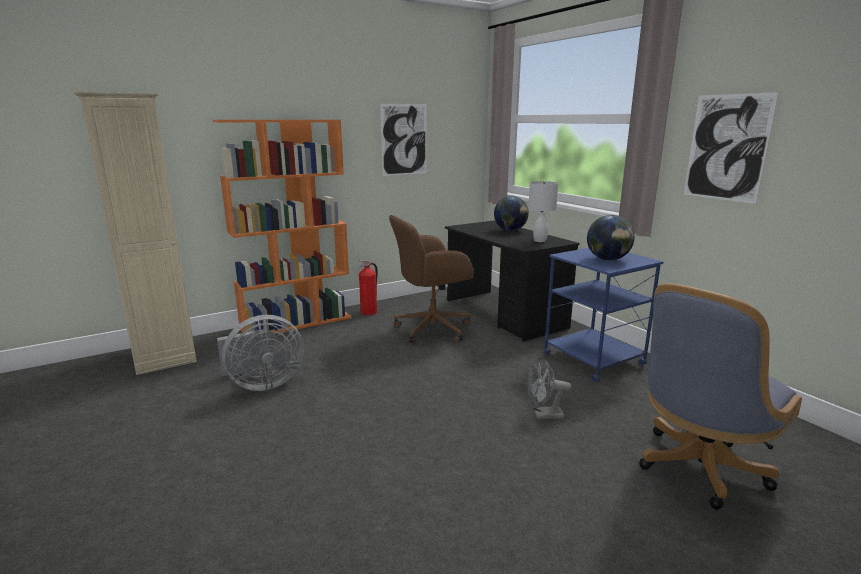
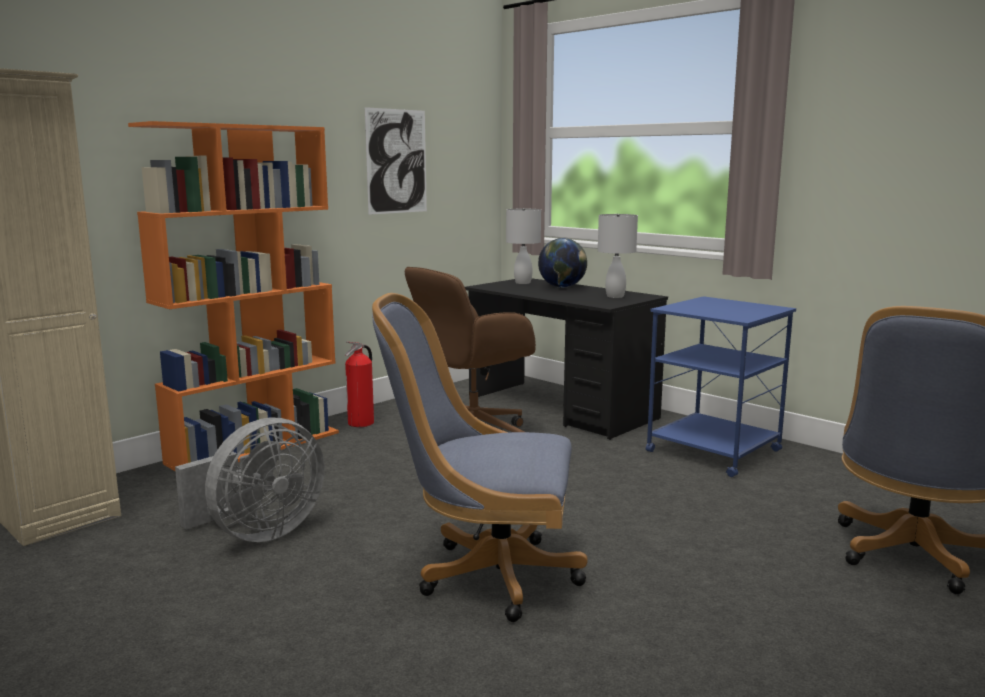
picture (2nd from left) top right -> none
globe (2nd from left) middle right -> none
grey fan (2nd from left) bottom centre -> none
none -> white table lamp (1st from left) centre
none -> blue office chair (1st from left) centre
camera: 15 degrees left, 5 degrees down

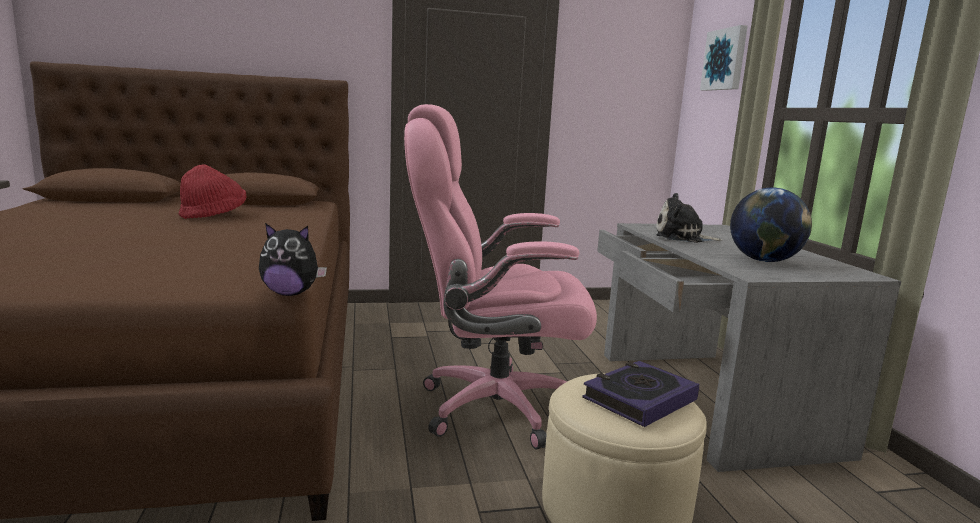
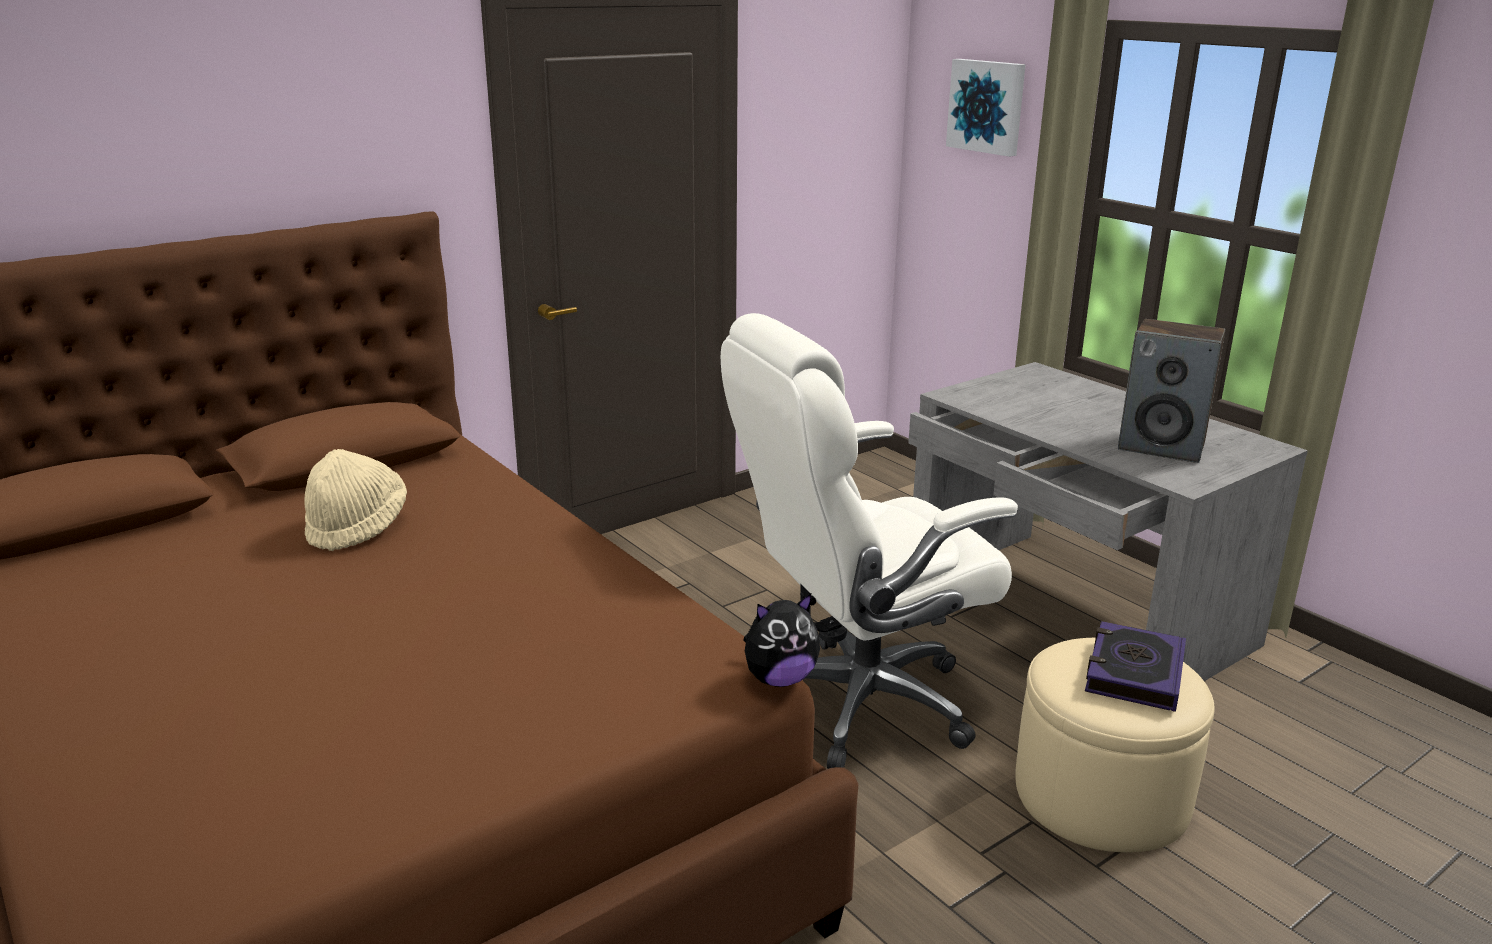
pink office chair centre -> white office chair centre
red hat middle left -> beige hat middle left
globe middle right -> speaker middle right
plush toy (2nd from left) middle right -> none
camera: 25 degrees left, 10 degrees up

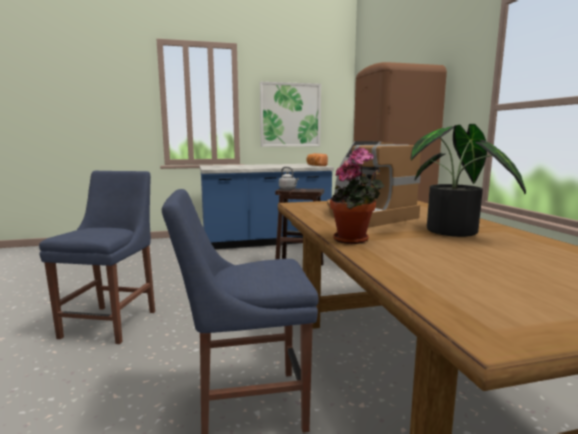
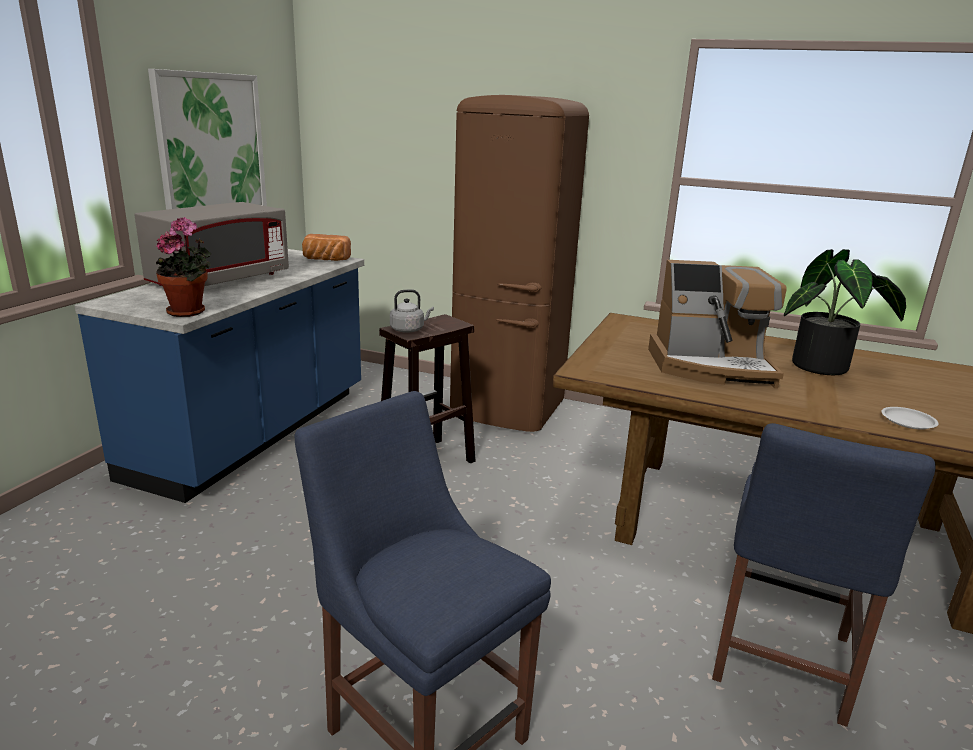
potted plant (1st from left) centre -> potted plant (1st from left) middle left, moved
none -> grey microwave top left
none -> white plate middle right
camera: 55 degrees left, 10 degrees up

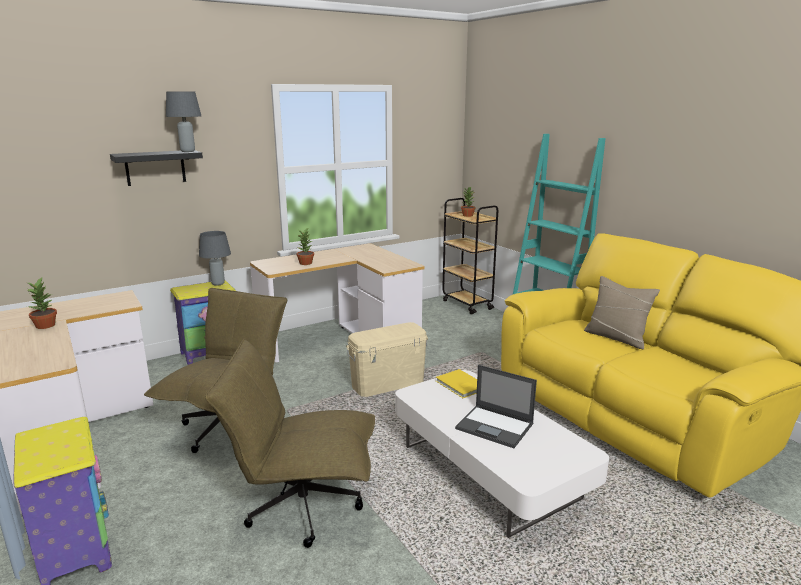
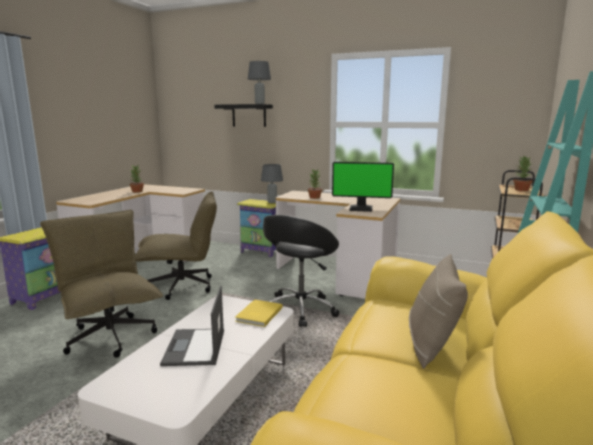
beige storage box centre -> black office chair centre
none -> monitor centre
camera: 55 degrees right, 5 degrees down

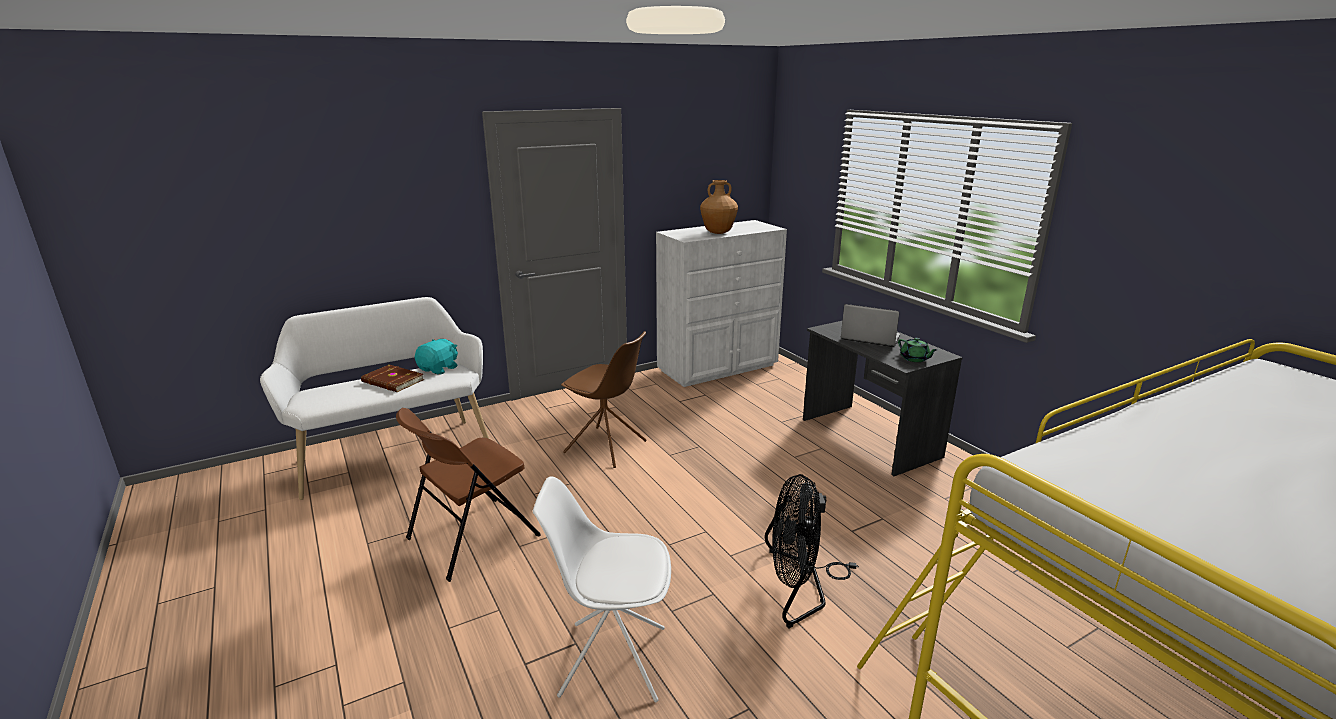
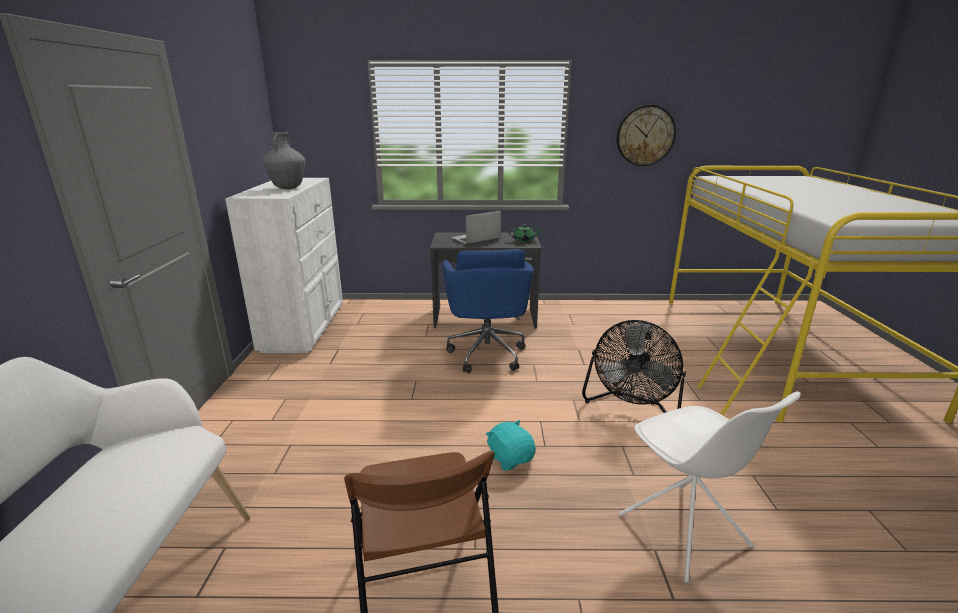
brown vase top centre -> grey vase top left
brown chair (2nd from left) centre -> none
turquoise plush toy middle left -> turquoise plush toy bottom centre, moved
brown book middle left -> none
white chair bottom centre -> white chair bottom right, 60 degrees counterclockwise
none -> wall clock top right
none -> blue office chair centre
camera: 60 degrees left, 0 degrees up

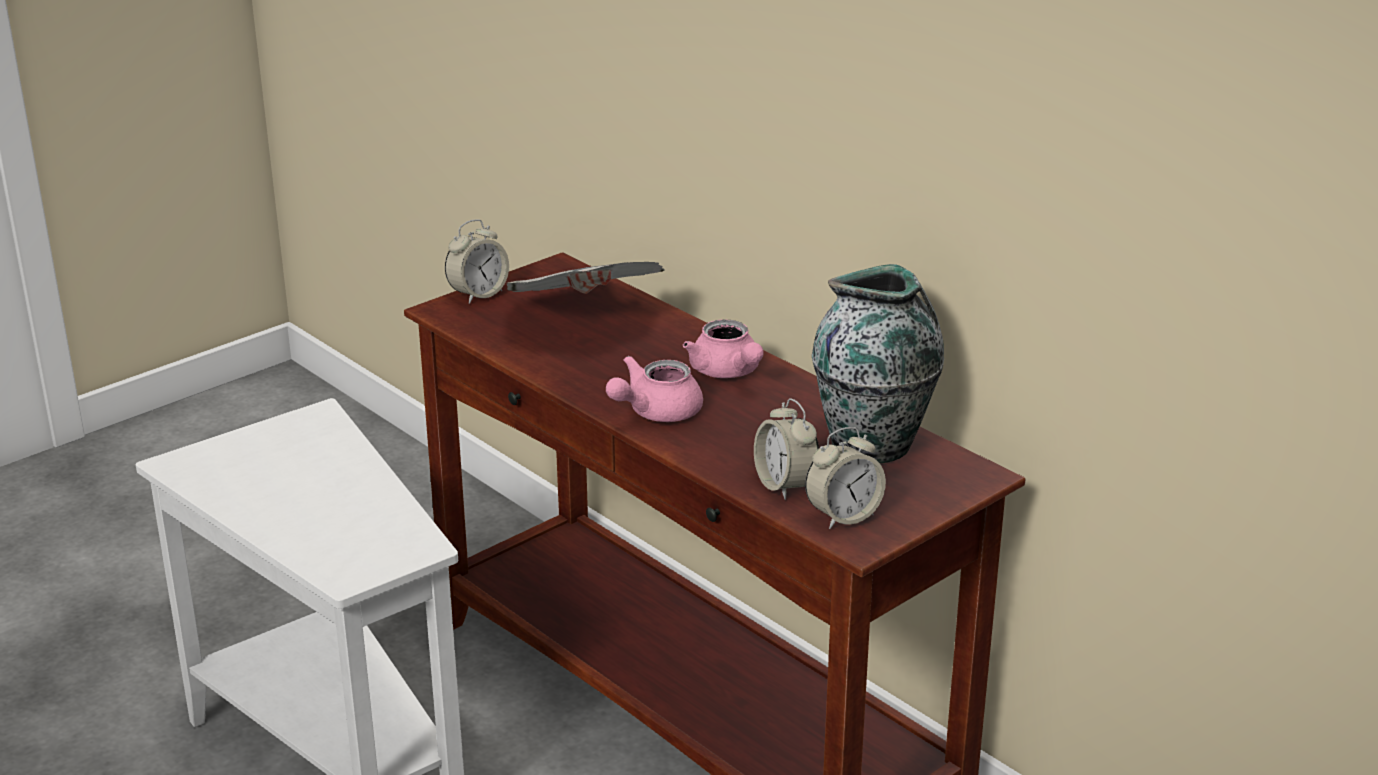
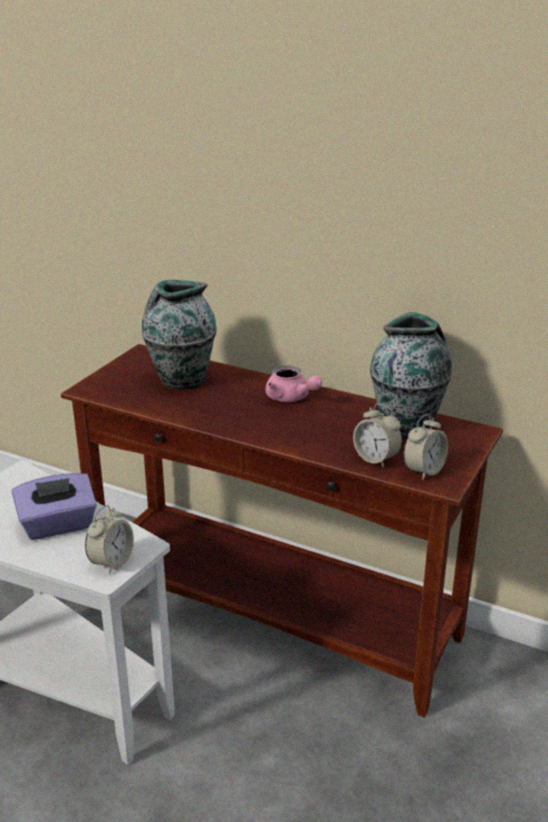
alarm clock (1st from left) centre -> alarm clock (1st from left) middle left, moved
newspaper centre -> vase (1st from left) middle left
pink teapot (1st from left) centre -> none
none -> purple tissue box middle left
camera: 20 degrees left, 0 degrees up

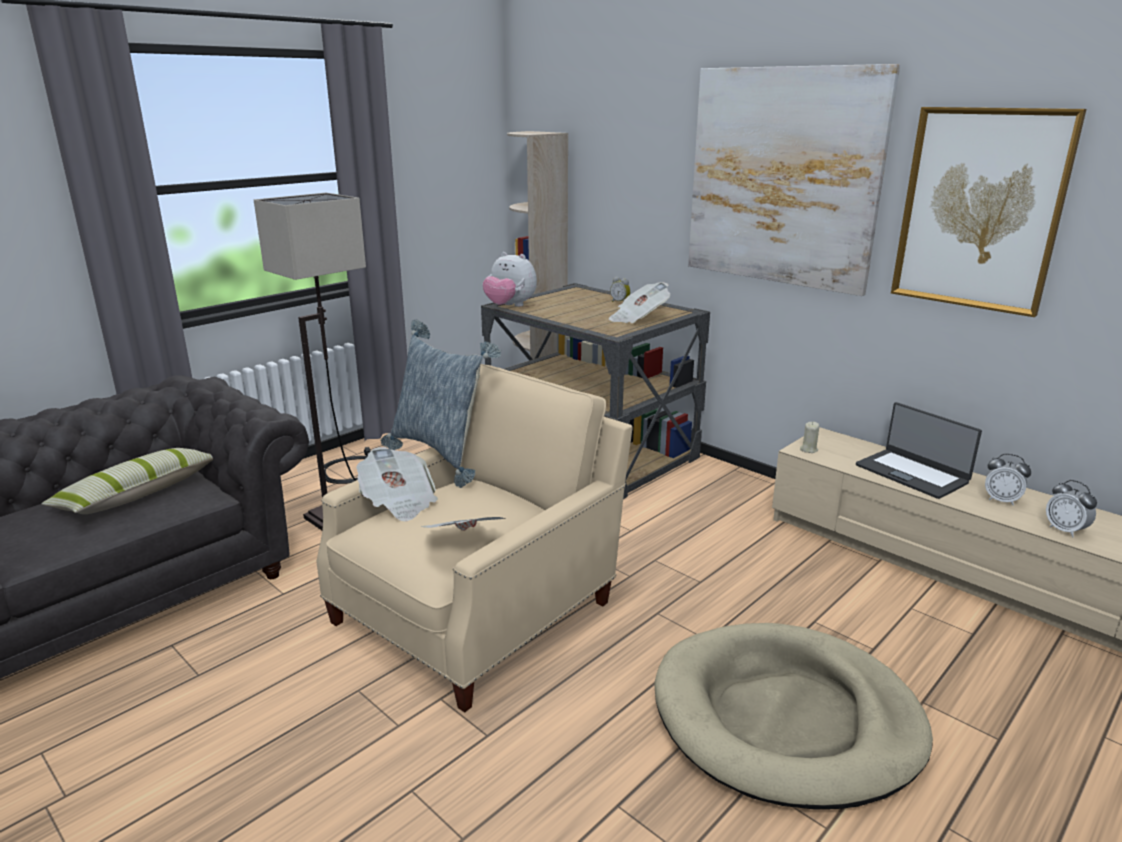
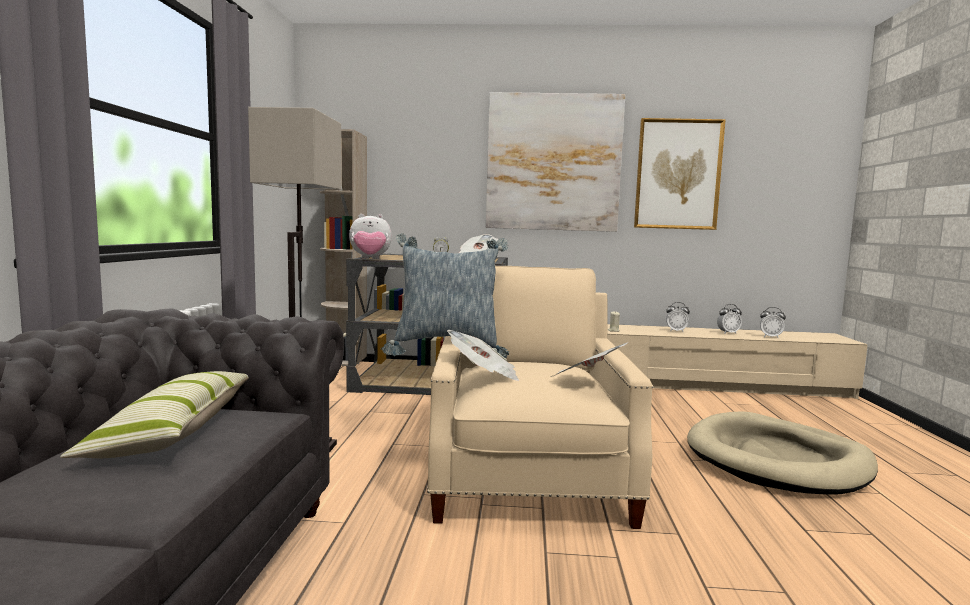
laptop middle right -> alarm clock (2nd from left) middle right
camera: 40 degrees left, 15 degrees down

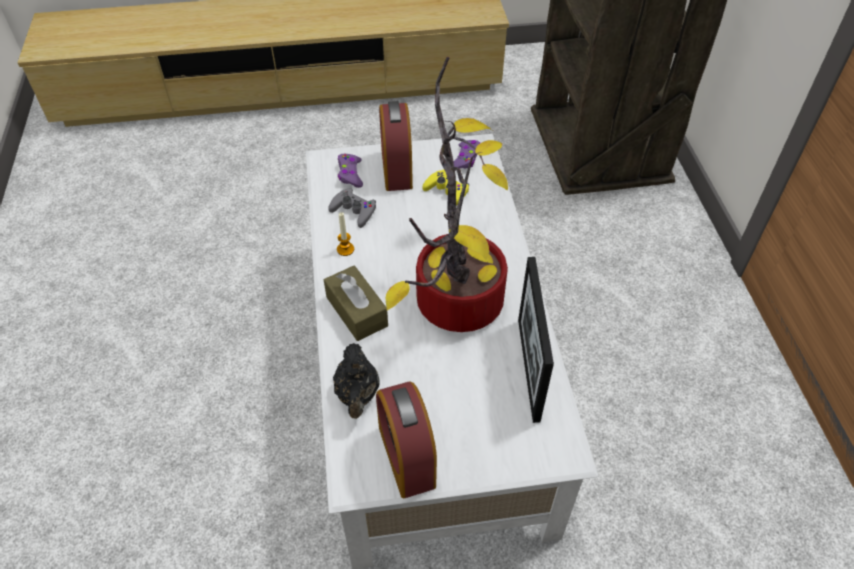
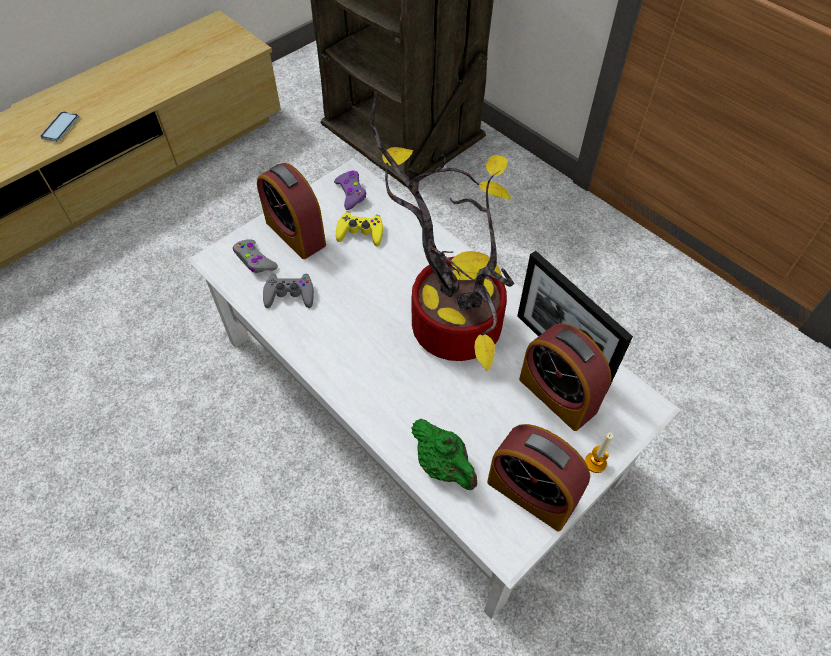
purple game controller (1st from left) top centre -> grey game controller (1st from left) middle left
candle centre -> candle bottom right, moved
brown tissue box centre -> none
black teapot bottom centre -> green teapot bottom centre
none -> phone top left
none -> alarm clock (3rd from left) middle right
camera: 35 degrees left, 5 degrees up

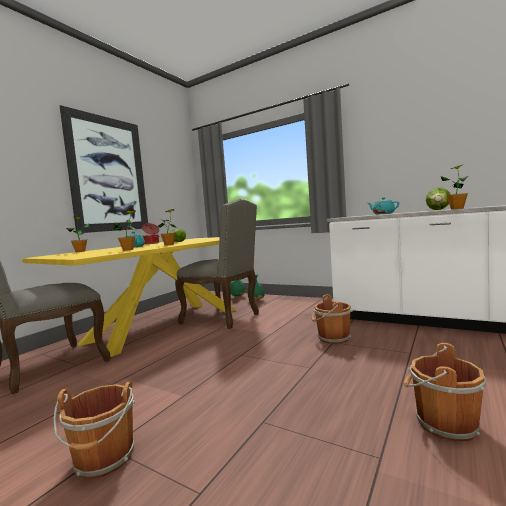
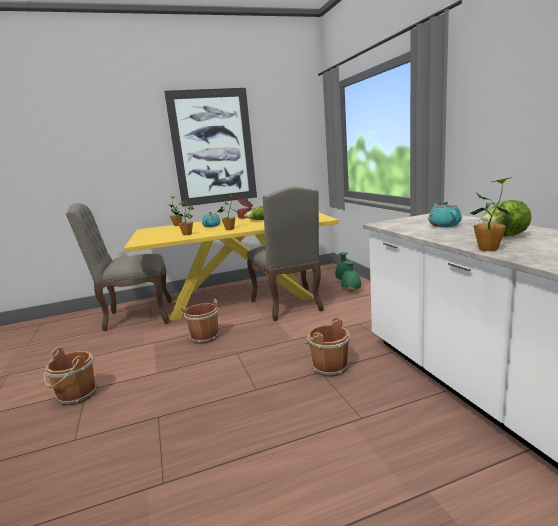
brown bucket (3rd from left in the first image) bottom right -> brown bucket (2nd from left) centre, moved
camera: 40 degrees right, 10 degrees up

